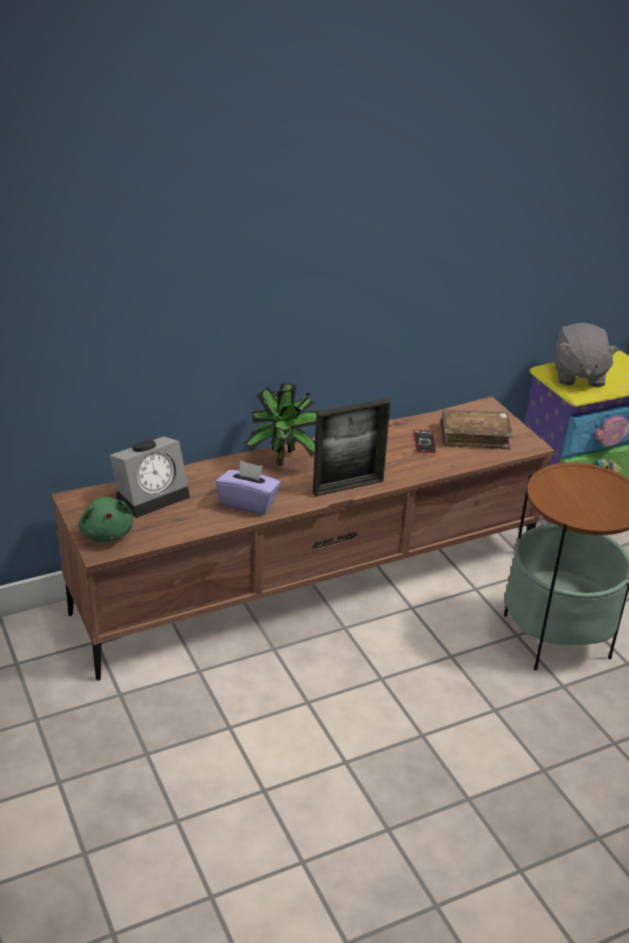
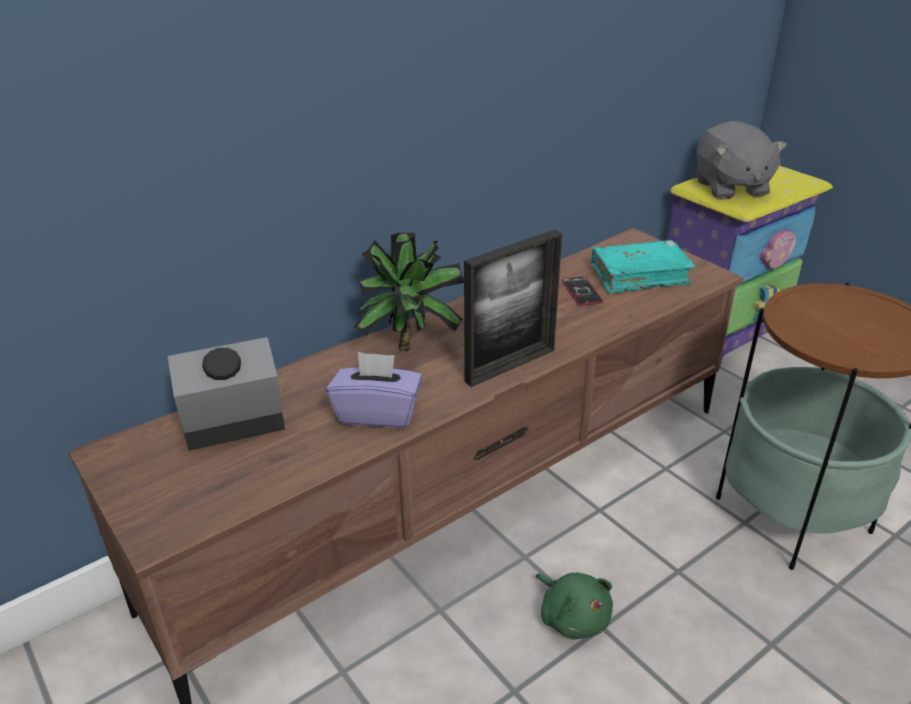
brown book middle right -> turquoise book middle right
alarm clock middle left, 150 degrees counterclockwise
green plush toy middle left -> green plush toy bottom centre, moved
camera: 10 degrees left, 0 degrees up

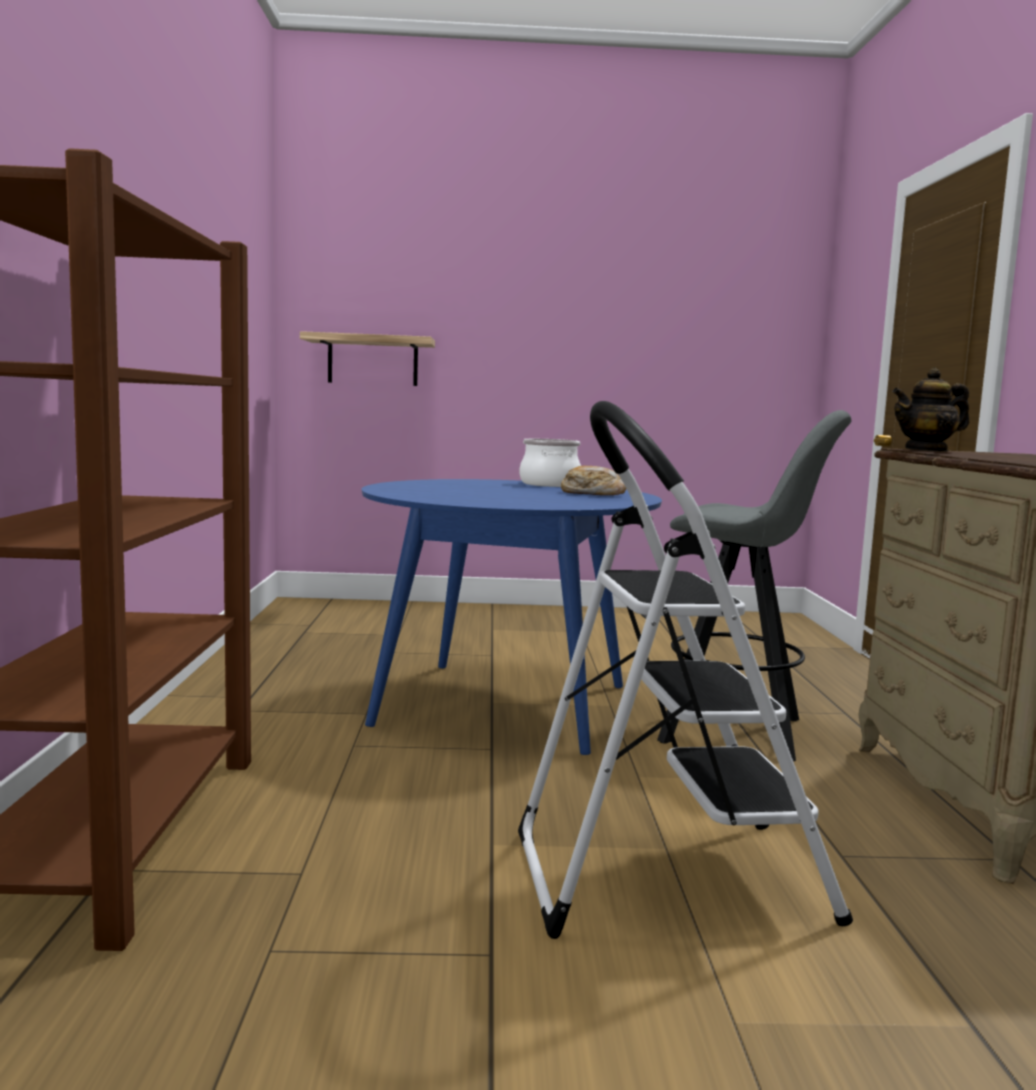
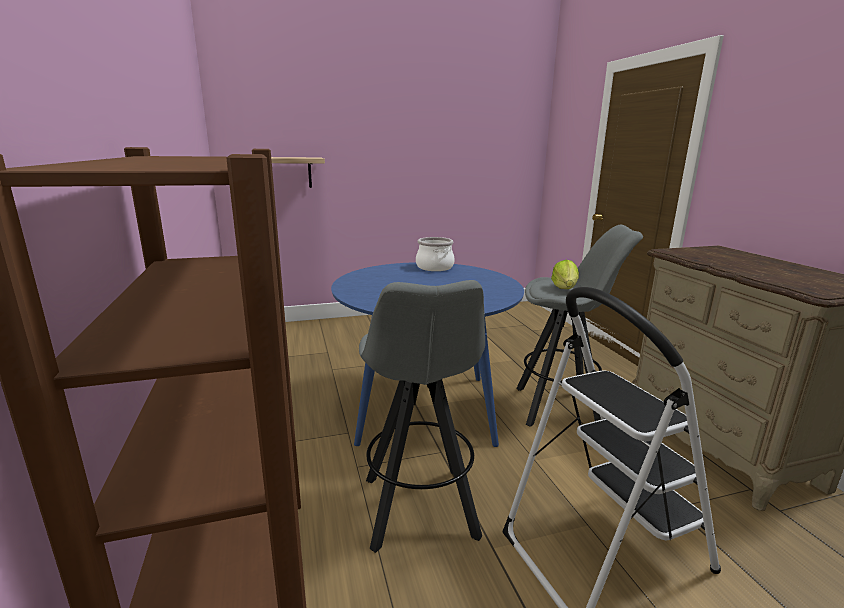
teapot middle right -> none
bread centre -> none
none -> lettuce middle right
none -> grey stool (1st from left) bottom centre
camera: 15 degrees left, 10 degrees up

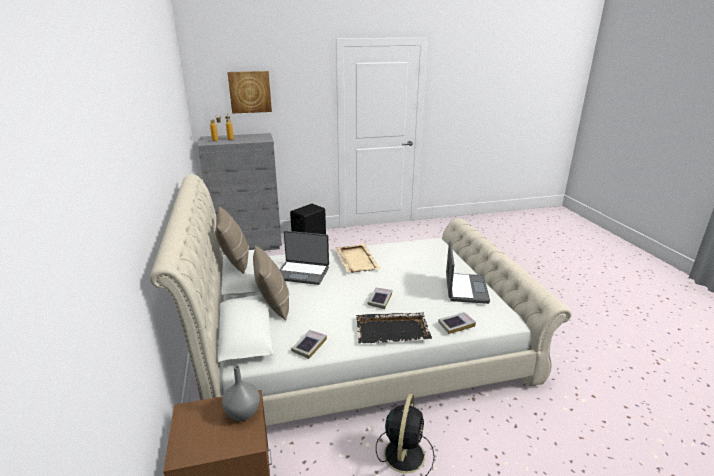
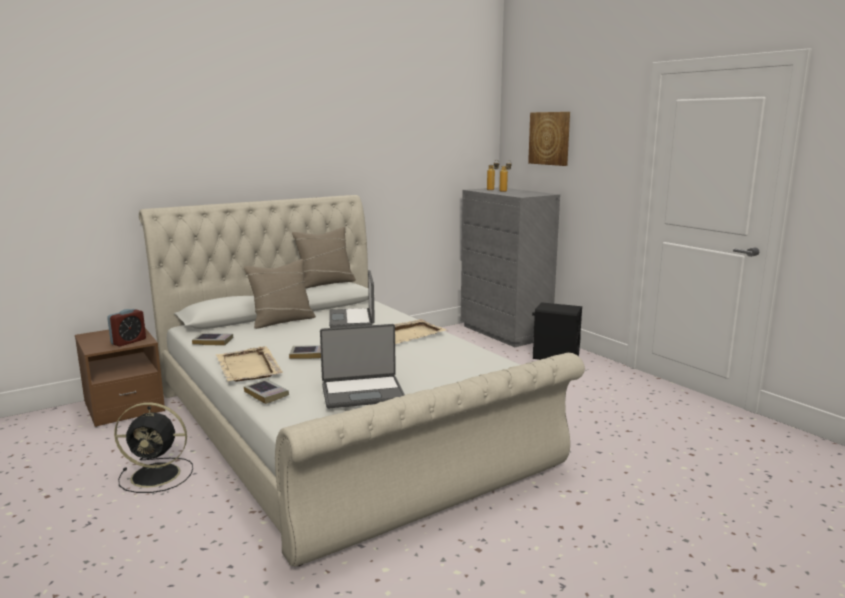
black tray bottom centre -> beige tray (1st from left) middle left
grey vase bottom centre -> alarm clock middle left
camera: 70 degrees right, 10 degrees down

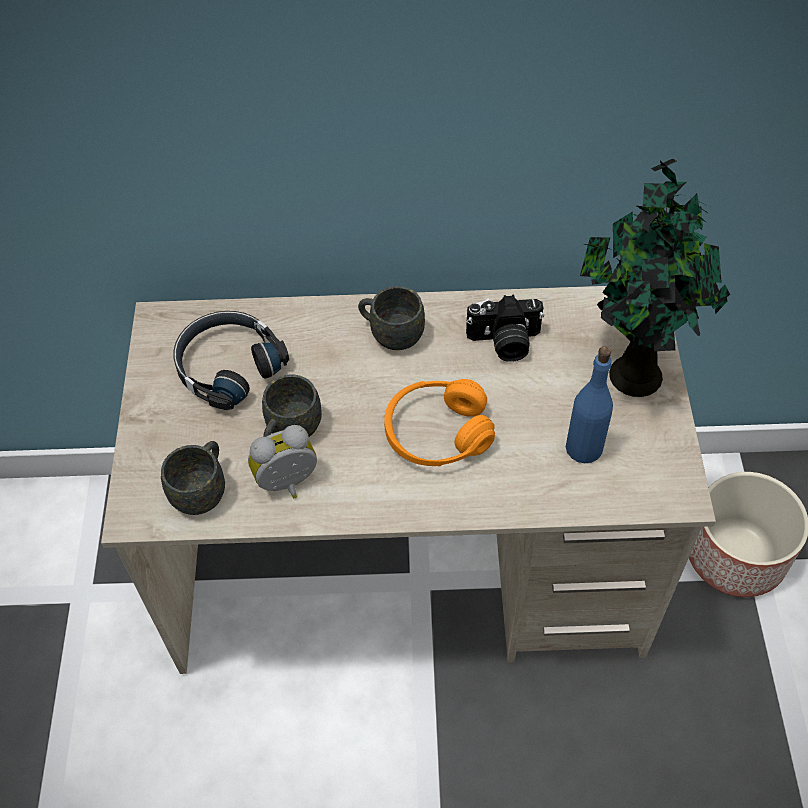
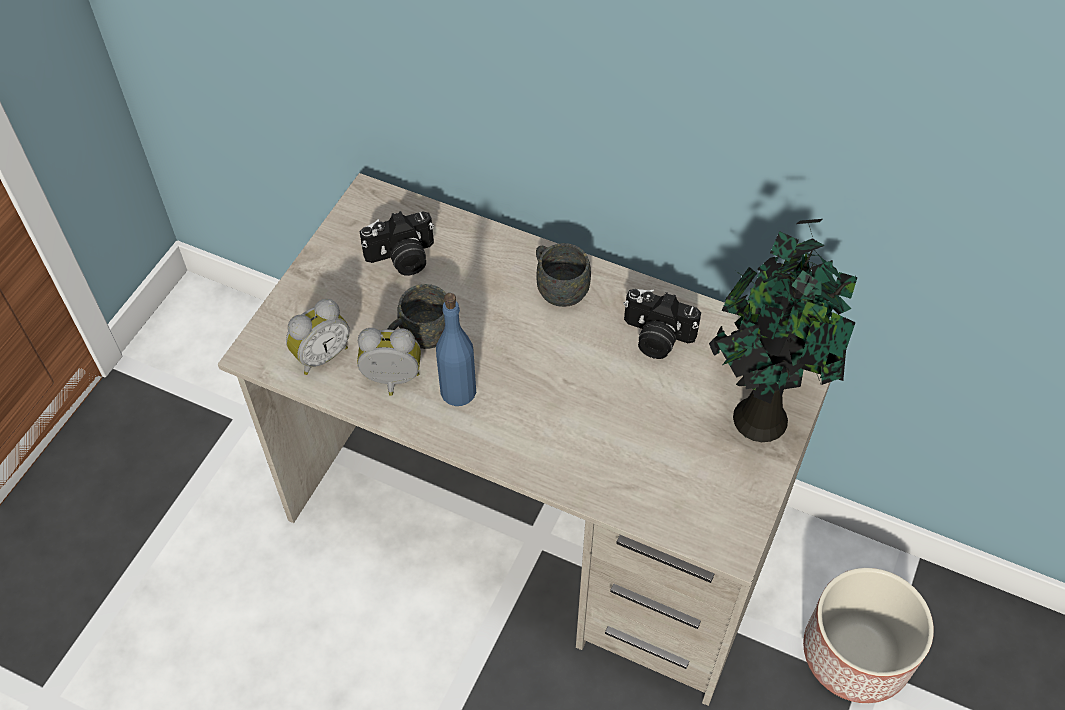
black headphones middle left -> photo camera (1st from left) centre
blue bottle middle right -> blue bottle centre, moved
orange headphones centre -> none
grey mug (1st from left) middle left -> alarm clock (1st from left) middle left
camera: 25 degrees right, 0 degrees up

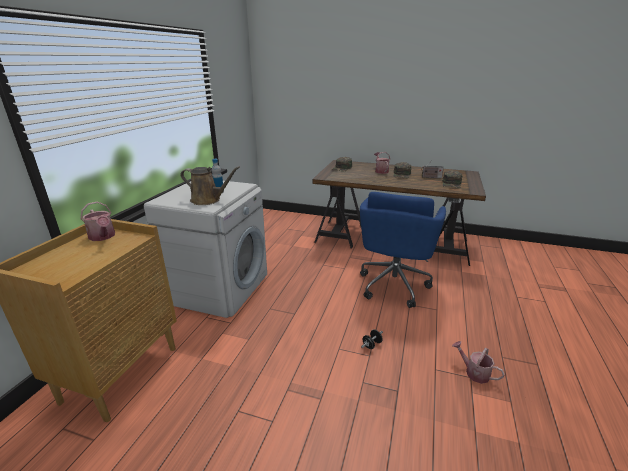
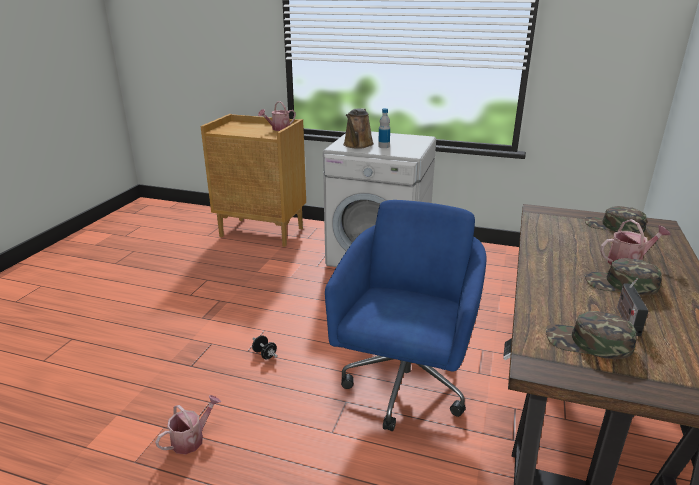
blue office chair centre, 90 degrees clockwise
camera: 90 degrees right, 0 degrees up

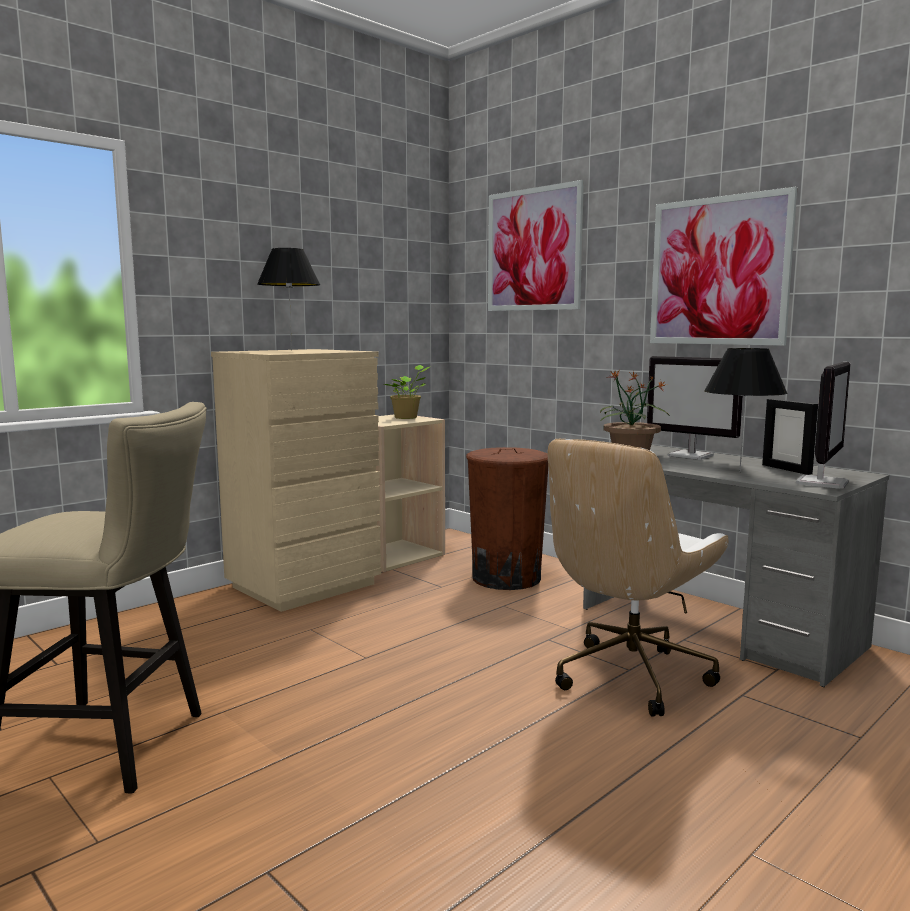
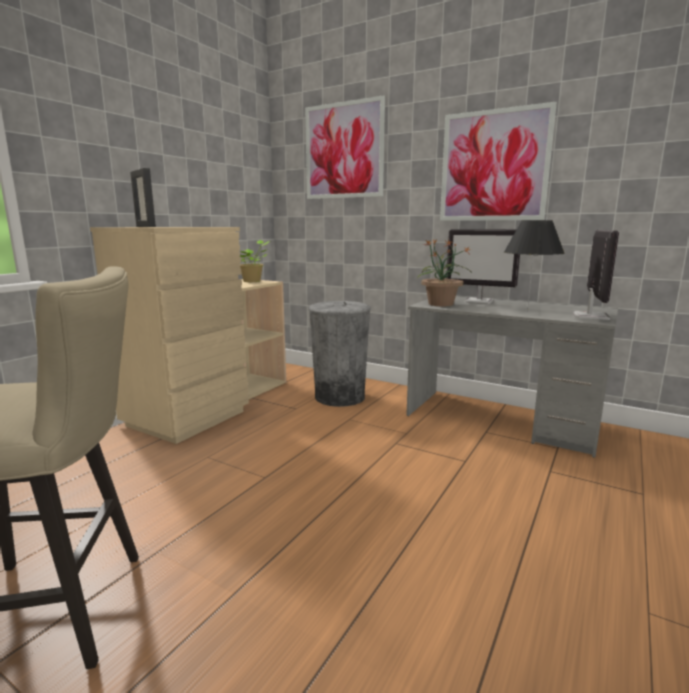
black table lamp (1st from left) top left -> none
picture frame middle right -> picture frame top left, moved
white office chair middle right -> none
brown trash can centre -> grey trash can centre
camera: 15 degrees left, 5 degrees up

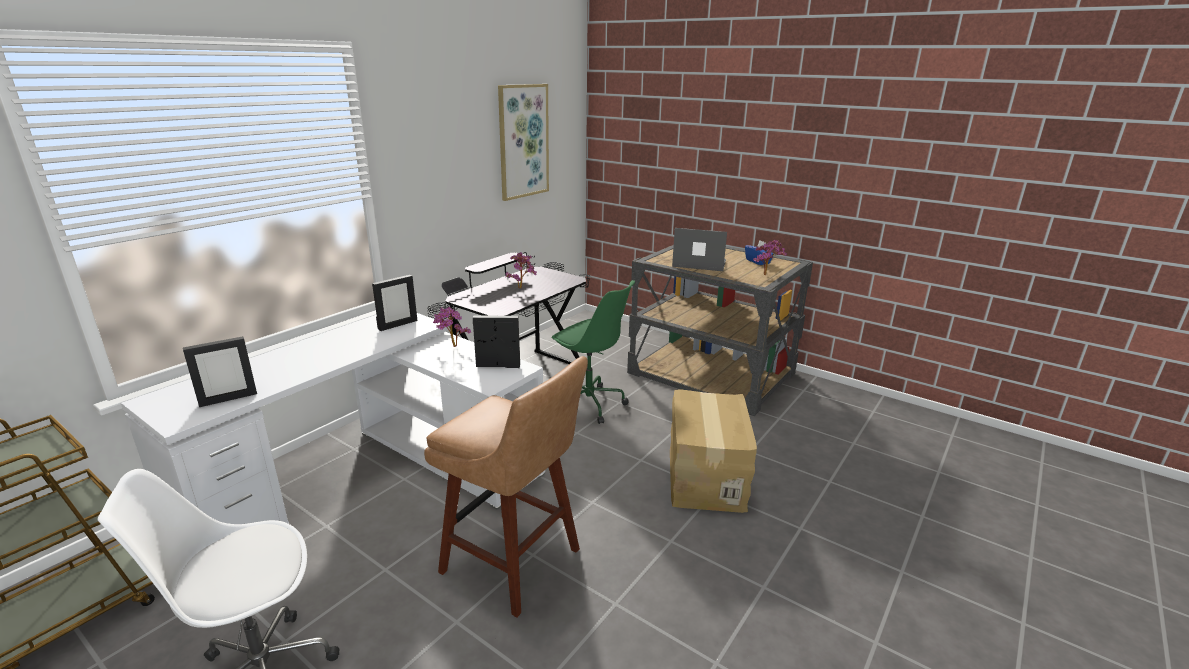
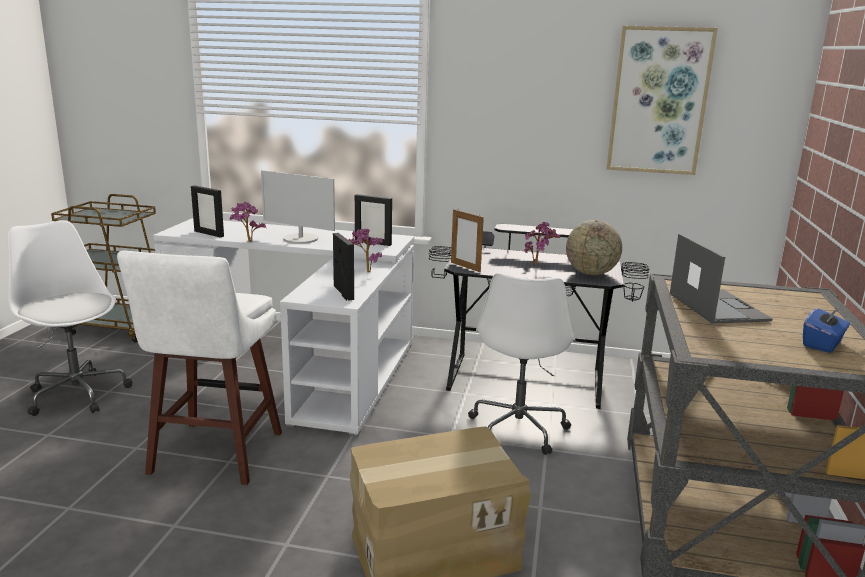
potted plant (3rd from left in the first image) centre -> potted plant (1st from left) middle left, moved
green office chair centre -> white office chair (2nd from left) centre
brown stool bottom centre -> white stool middle left
none -> monitor centre
none -> picture frame (4th from left) centre
none -> globe middle right
camera: 65 degrees right, 5 degrees down

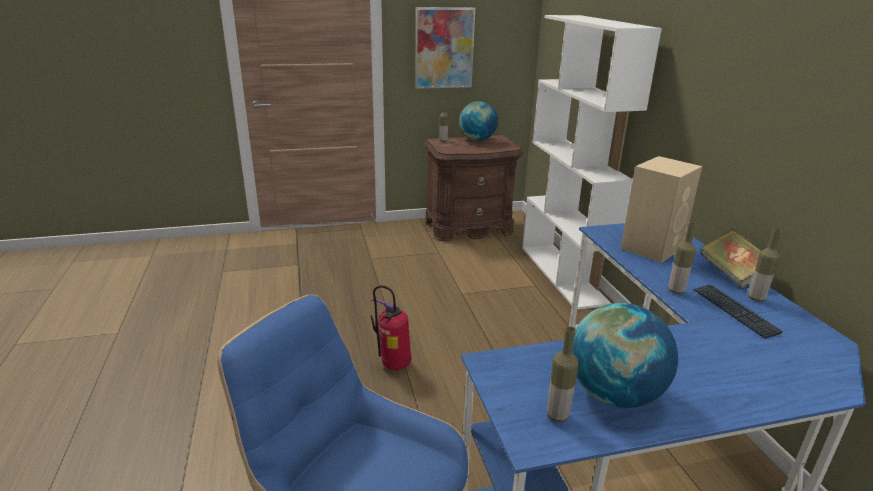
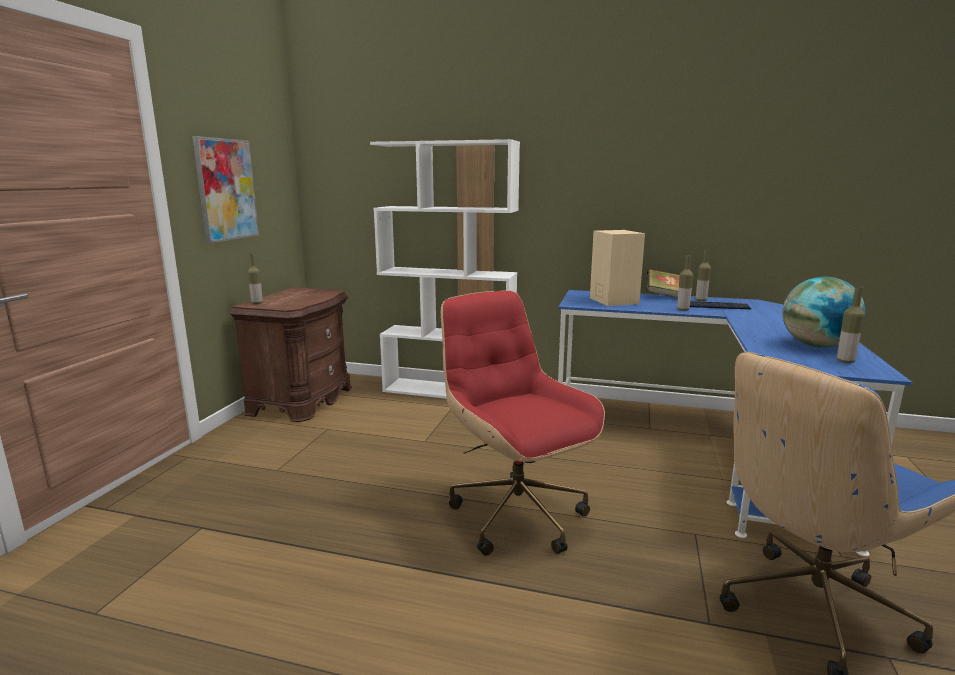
globe (1st from left) top centre -> none
fire extinguisher centre -> red office chair centre
camera: 60 degrees left, 10 degrees down

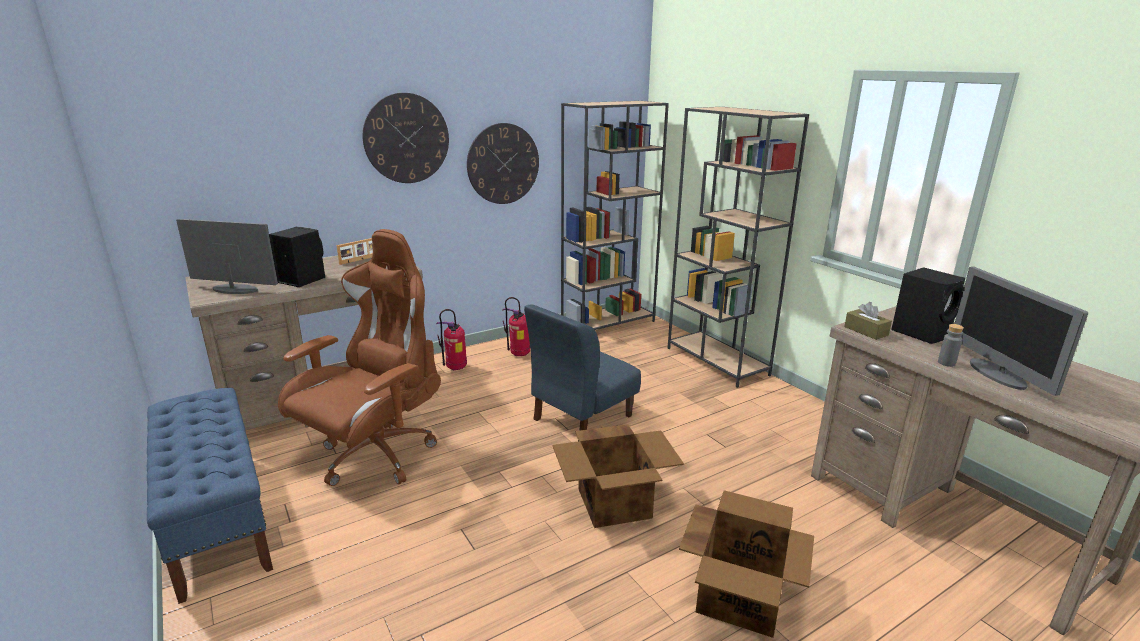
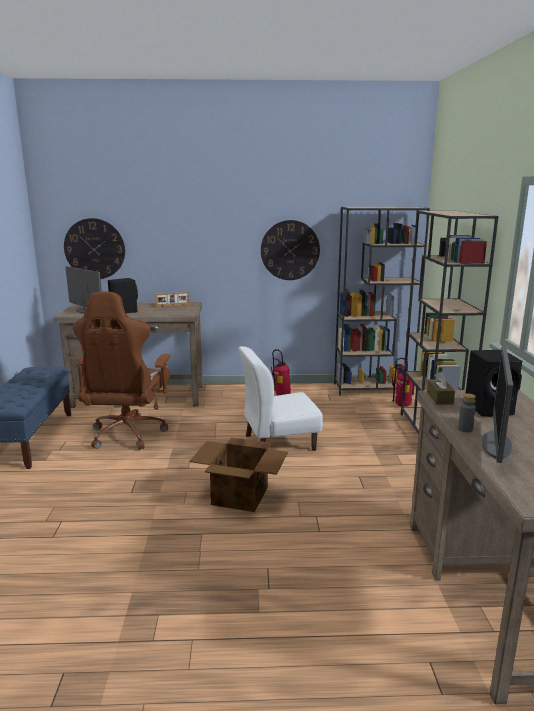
wall clock (1st from left) top centre -> wall clock (1st from left) middle left, moved
brown office chair middle left, 120 degrees clockwise
blue chair centre -> white chair centre
fire extinguisher (1st from left in the first image) centre -> fire extinguisher (2nd from left) middle right, moved
cardboard box (2nd from left) bottom centre -> none
camera: 30 degrees right, 5 degrees down

